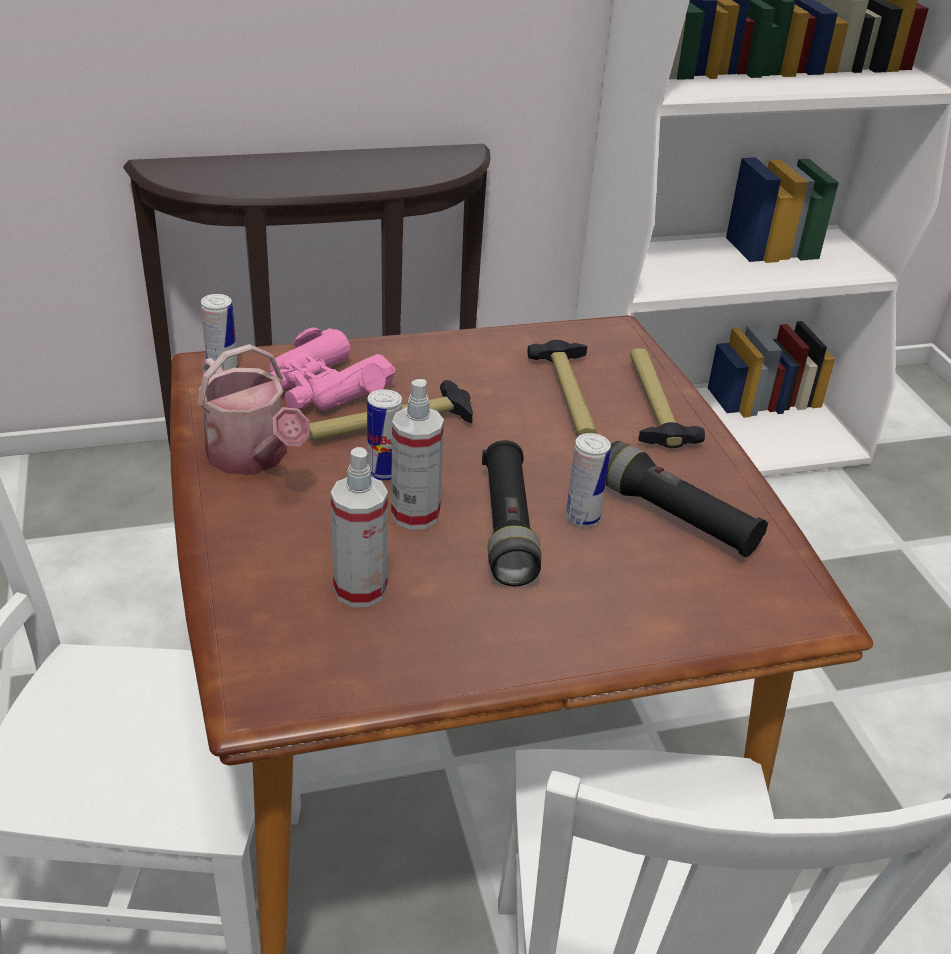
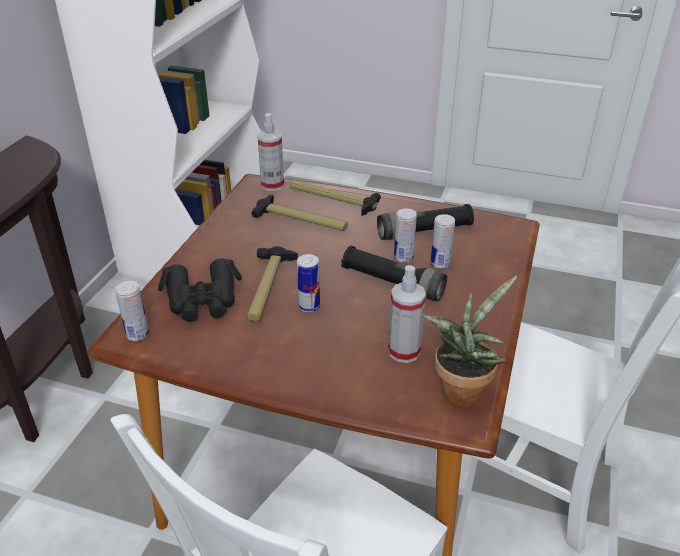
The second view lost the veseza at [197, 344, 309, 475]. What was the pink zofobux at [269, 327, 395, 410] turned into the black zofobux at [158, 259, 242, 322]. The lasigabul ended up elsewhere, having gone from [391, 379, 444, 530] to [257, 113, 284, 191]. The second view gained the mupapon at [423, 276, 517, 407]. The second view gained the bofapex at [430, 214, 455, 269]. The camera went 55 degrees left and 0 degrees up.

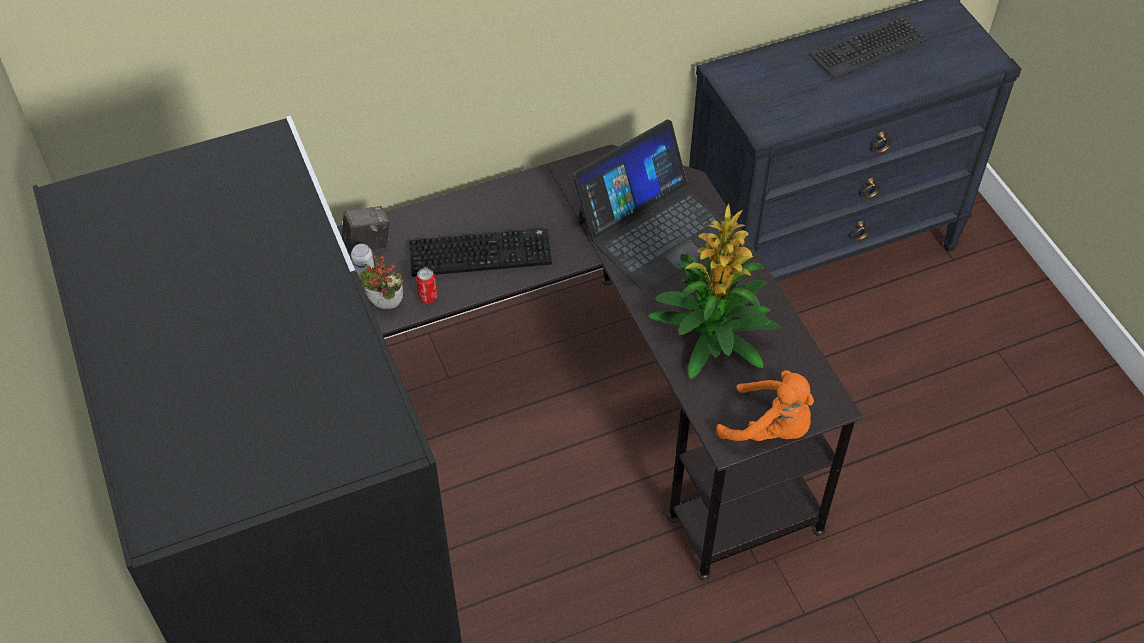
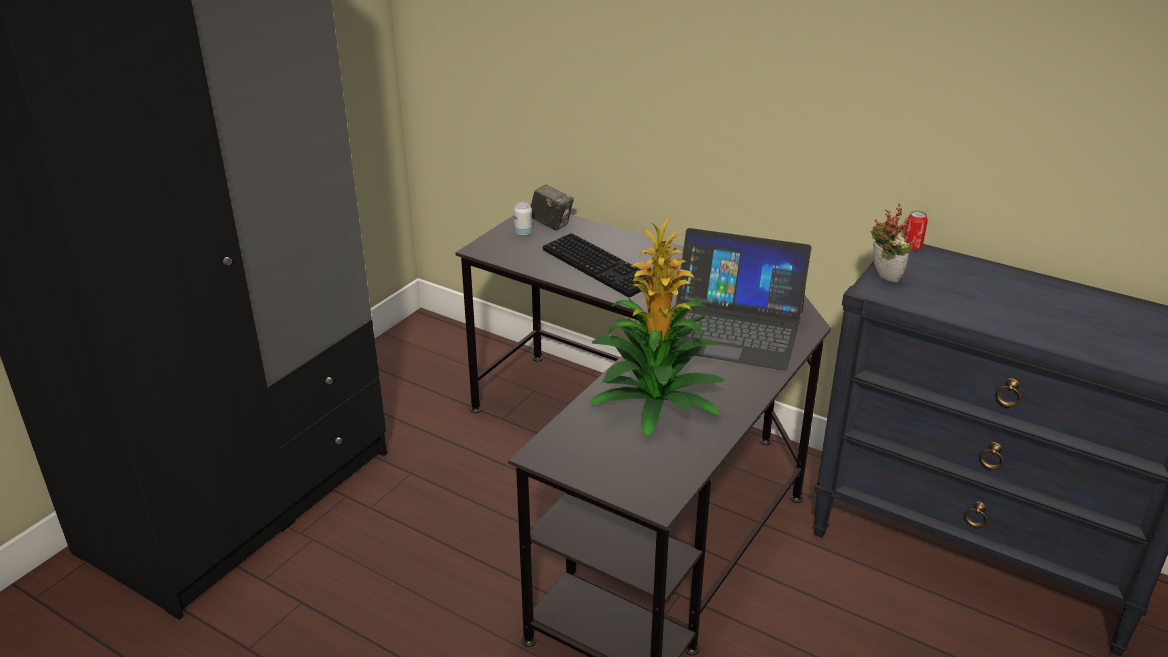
The mupapon ended up elsewhere, having gone from [358, 251, 403, 309] to [871, 203, 912, 282]. The bofapex ended up elsewhere, having gone from [416, 268, 438, 303] to [904, 211, 928, 250]. The second view lost the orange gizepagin at [716, 370, 814, 441]. The second view lost the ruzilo at [809, 15, 930, 79]. The camera went 55 degrees right and 20 degrees down.

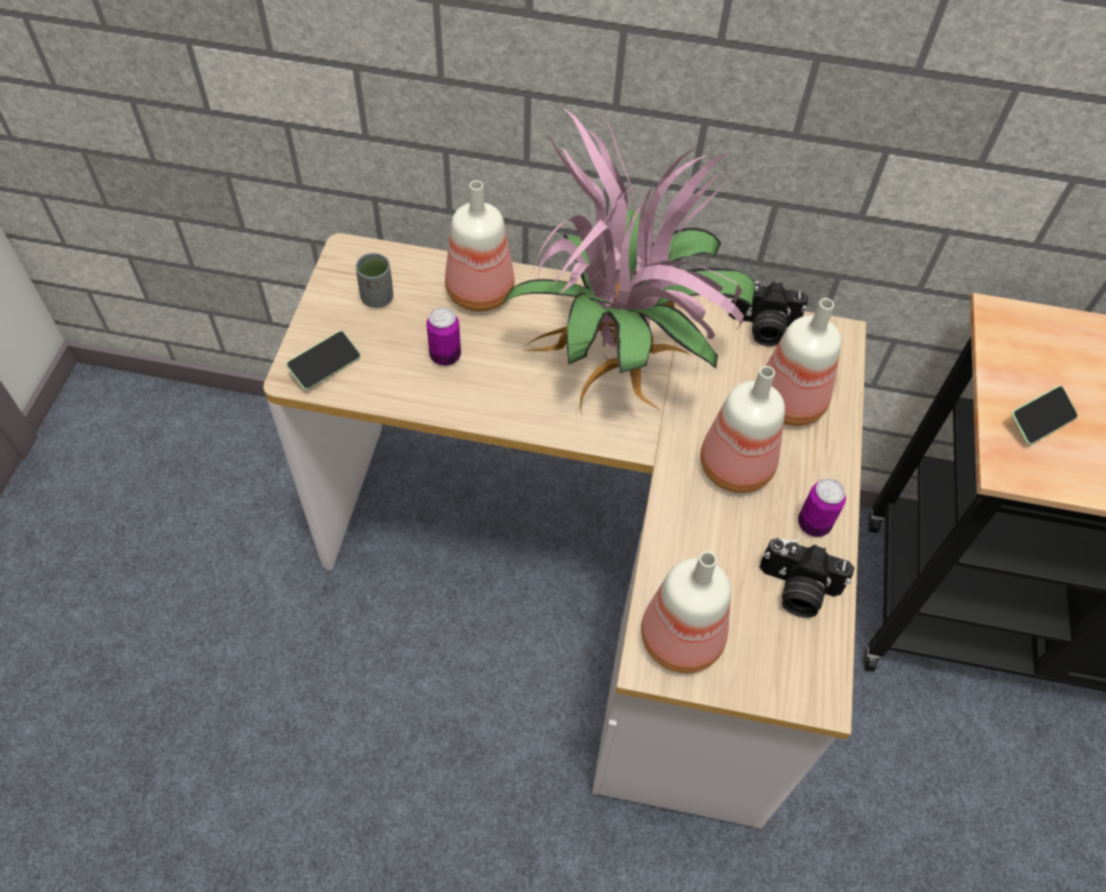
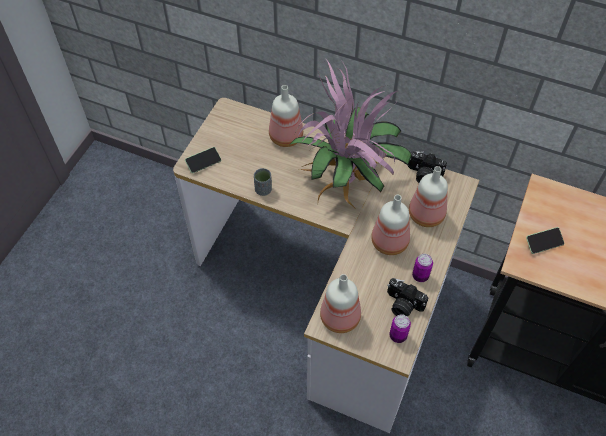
The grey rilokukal ended up elsewhere, having gone from [355, 253, 393, 308] to [254, 168, 272, 196]. The bofapex ended up elsewhere, having gone from [426, 307, 461, 366] to [390, 314, 411, 343]. The camera went 15 degrees right and 0 degrees up.

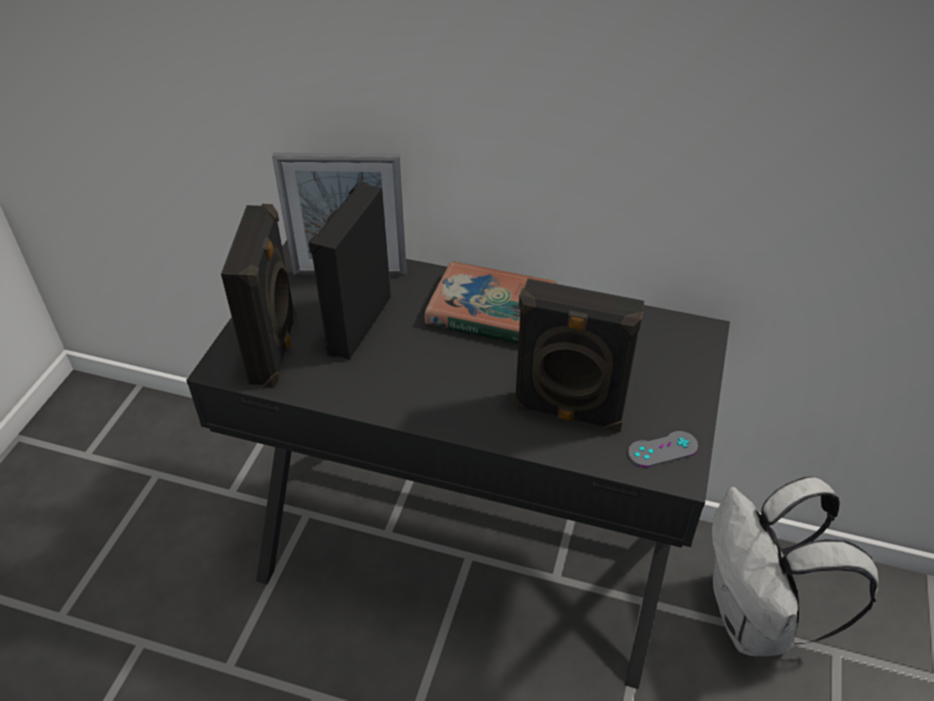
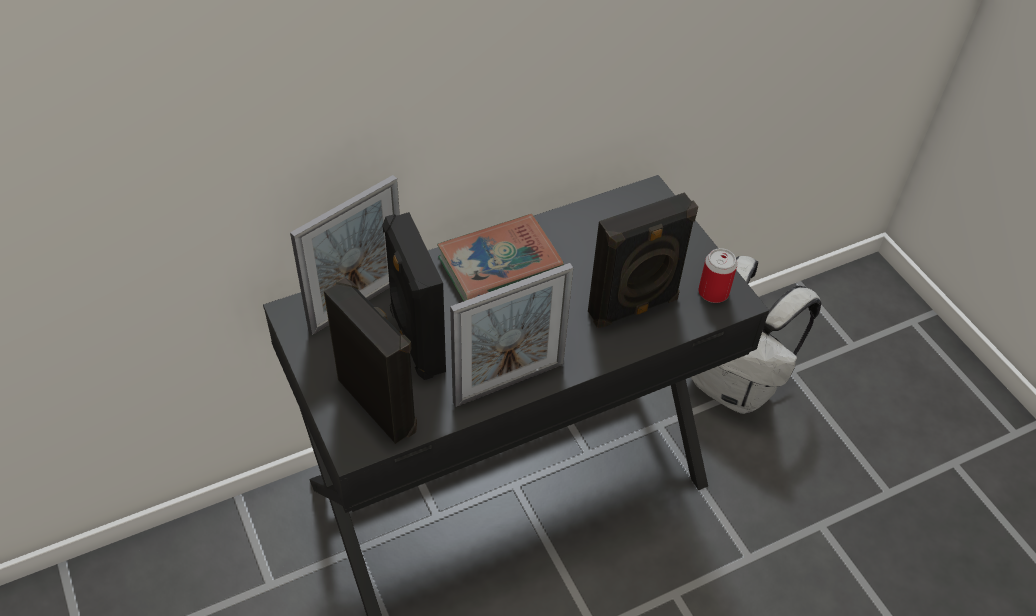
Where the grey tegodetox stood at [628, 431, 698, 467], the bofapex came to stand at [698, 248, 737, 303]. The second view gained the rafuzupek at [450, 263, 573, 407]. The camera went 45 degrees left and 5 degrees up.

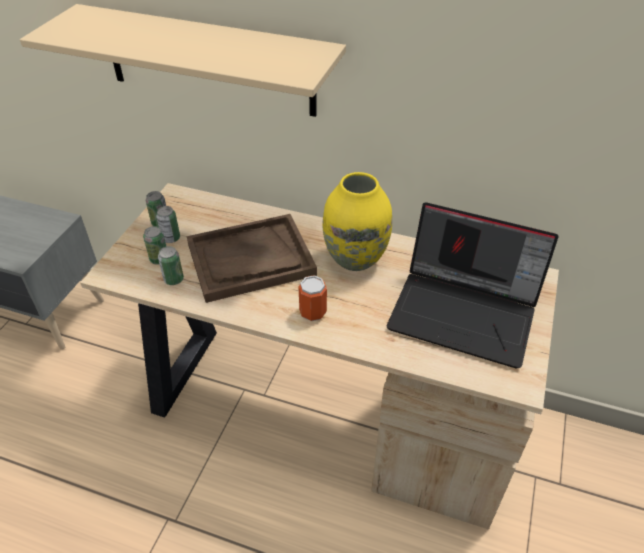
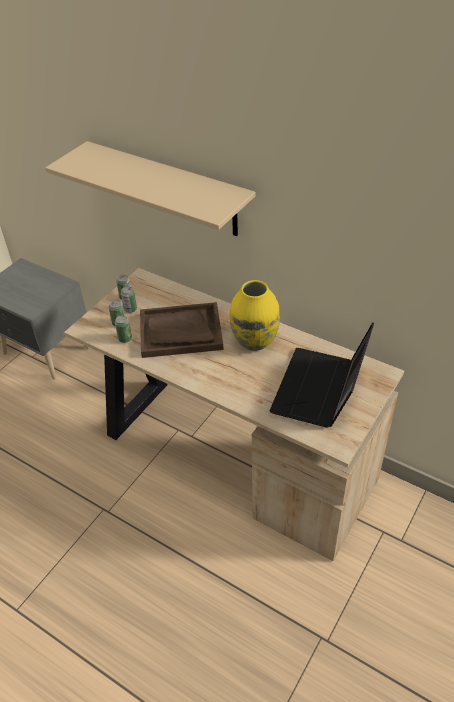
The second view lost the bofapex at [298, 275, 327, 321]. The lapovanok at [387, 202, 559, 369] ended up facing another way, 75 degrees clockwise from before. The camera went 15 degrees right and 0 degrees up.

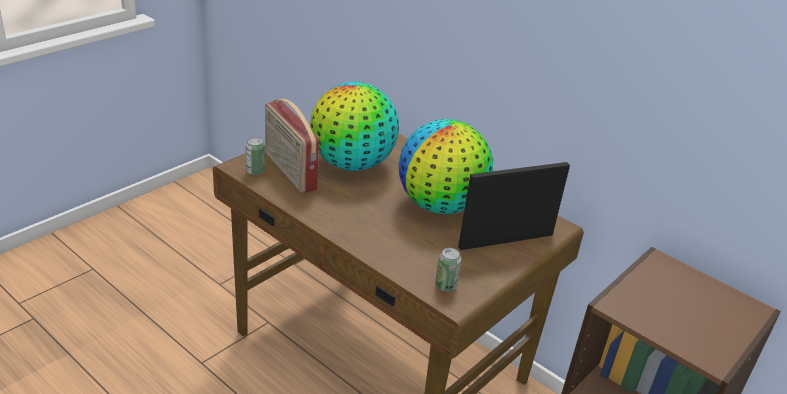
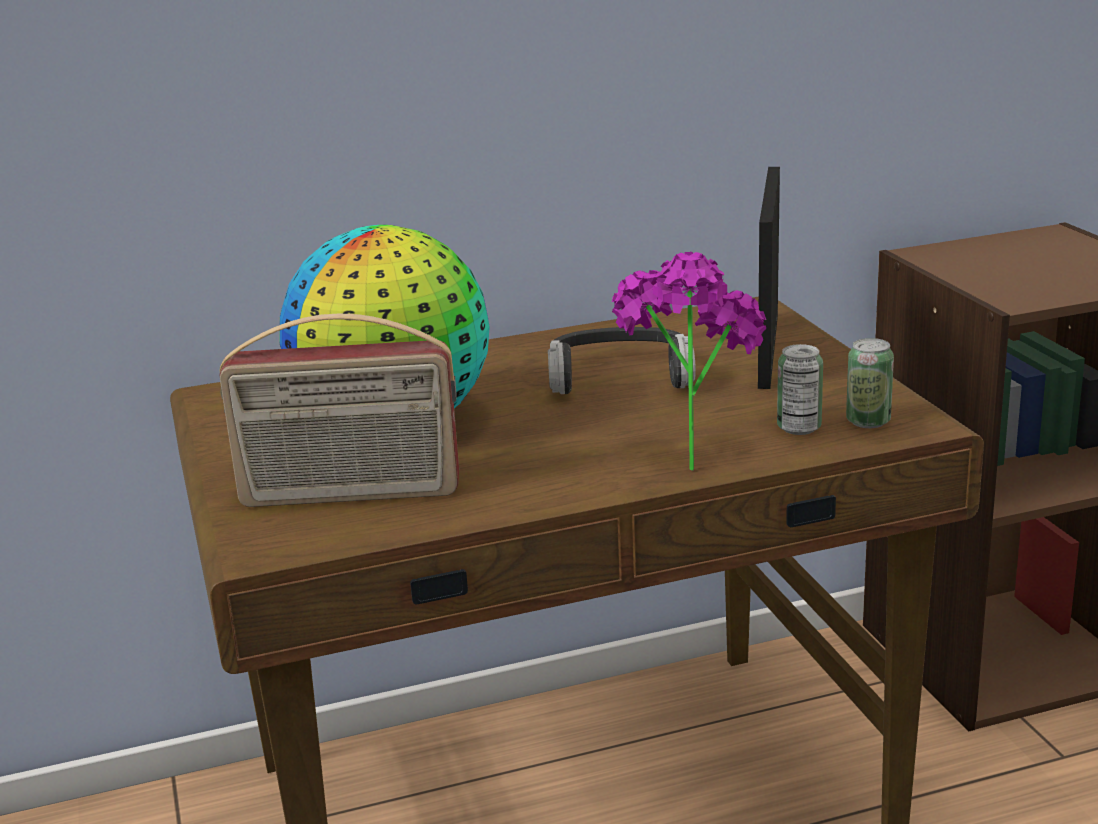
The bofapex ended up elsewhere, having gone from [245, 137, 265, 175] to [777, 344, 823, 435]. Where the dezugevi stood at [399, 119, 493, 214], the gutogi came to stand at [548, 327, 696, 394]. The second view gained the mupapon at [612, 252, 766, 471]. The camera went 55 degrees left and 10 degrees down.

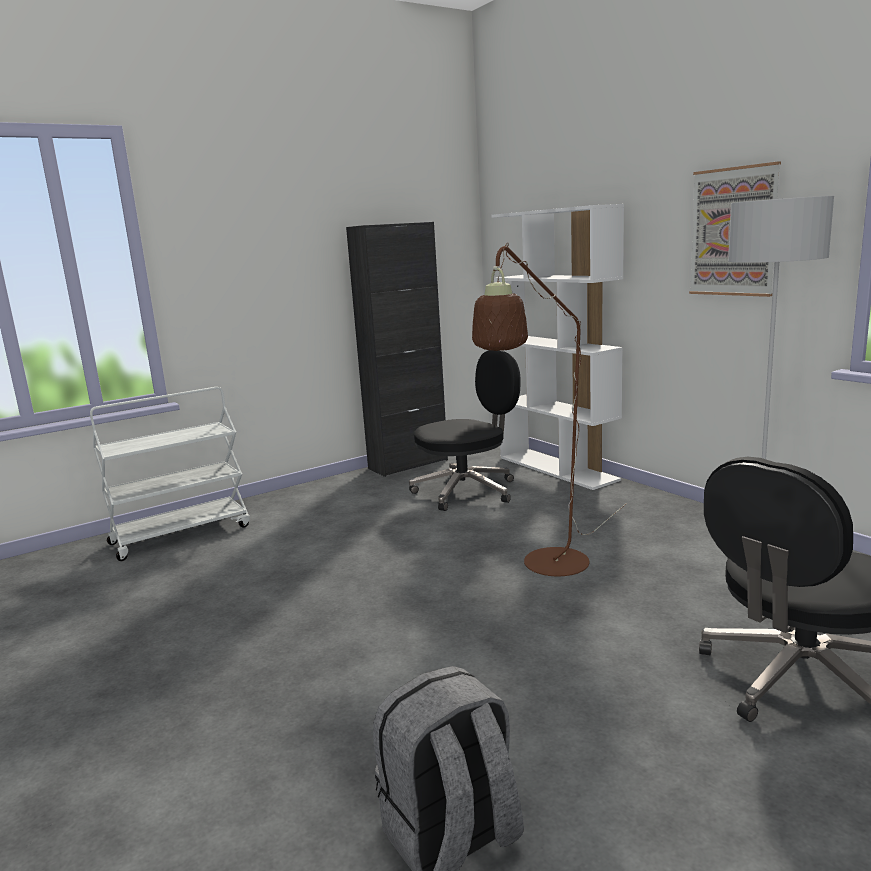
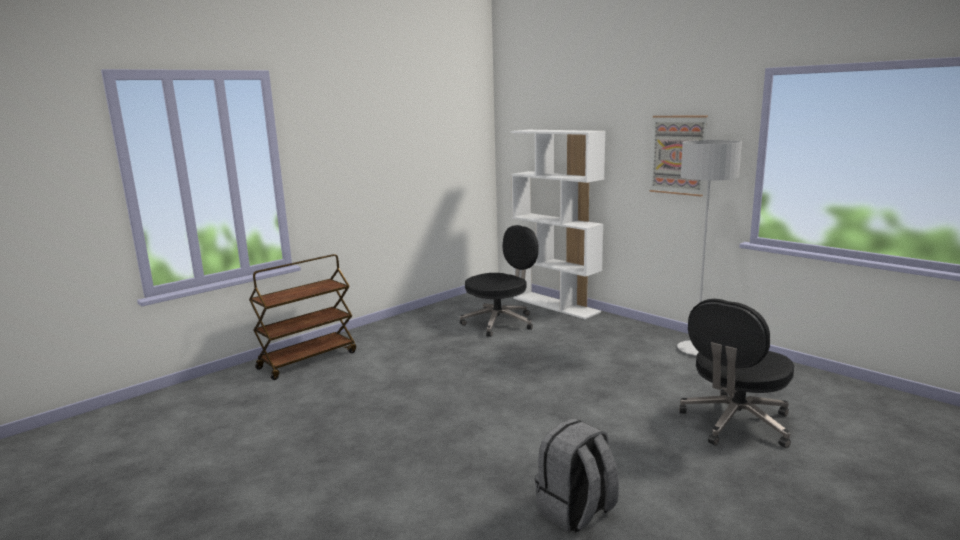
What was the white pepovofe at [90, 387, 250, 561] turned into the brown pepovofe at [249, 254, 356, 380]. The second view lost the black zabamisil at [346, 222, 448, 477]. The second view lost the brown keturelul at [472, 243, 627, 576]. The camera went 10 degrees left and 0 degrees up.

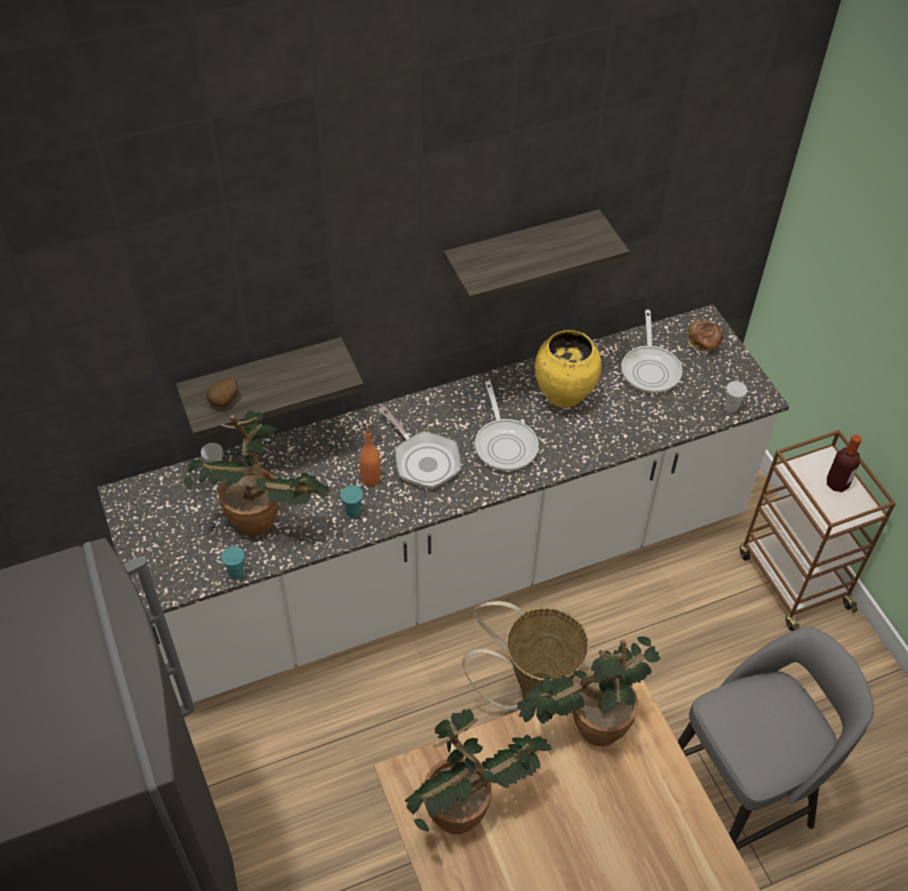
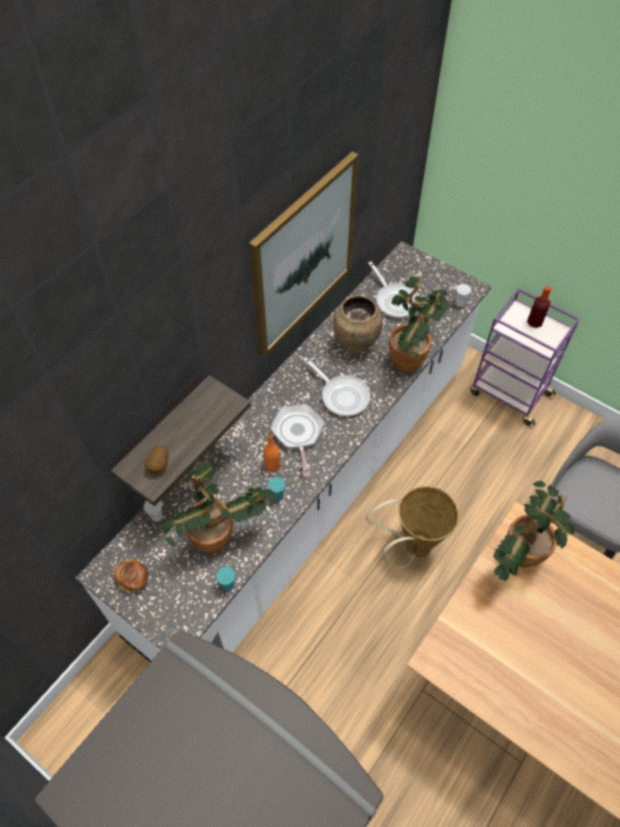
The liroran at [378, 406, 461, 489] ended up facing another way, 120 degrees counterclockwise from before. The mupapon ended up elsewhere, having gone from [405, 709, 551, 834] to [389, 275, 450, 373]. Where the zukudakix hung at [444, 209, 629, 303], the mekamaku came to hang at [249, 152, 359, 357]. What was the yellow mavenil at [535, 330, 601, 408] turned into the brown mavenil at [333, 295, 383, 353]. The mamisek ended up elsewhere, having gone from [688, 320, 723, 352] to [114, 559, 149, 591]. What was the brown pepovofe at [740, 430, 896, 631] turned into the purple pepovofe at [470, 288, 580, 426]. The camera went 30 degrees left and 5 degrees up.

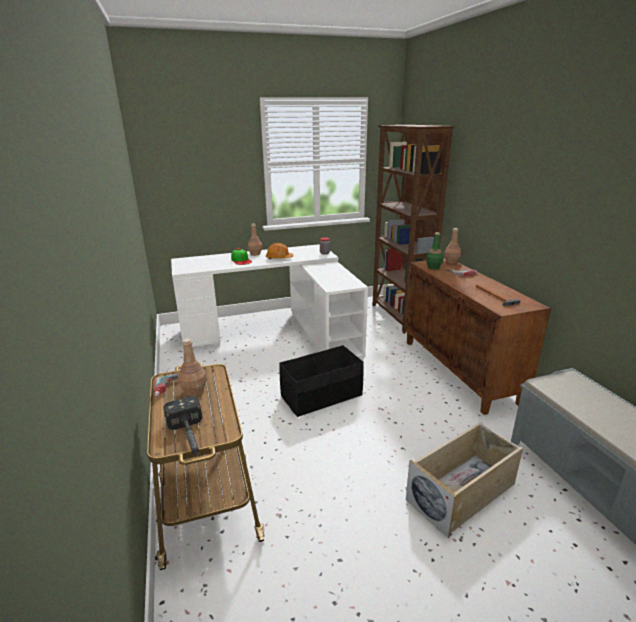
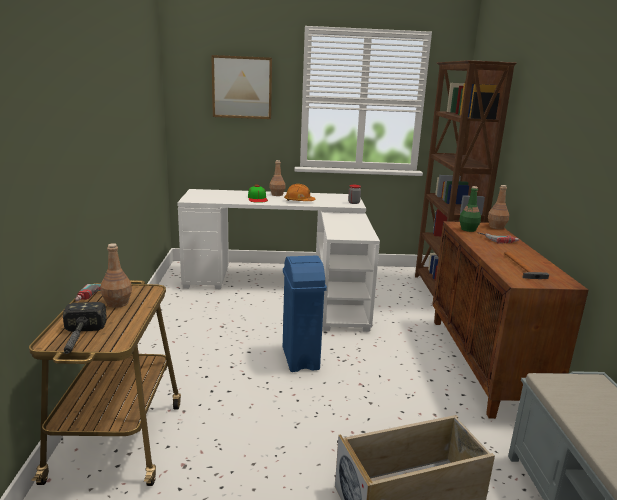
Where the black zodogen stood at [279, 345, 364, 417], the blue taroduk came to stand at [283, 256, 327, 372]. The second view gained the mekamaku at [211, 55, 272, 119]. The camera went 15 degrees right and 5 degrees down.

